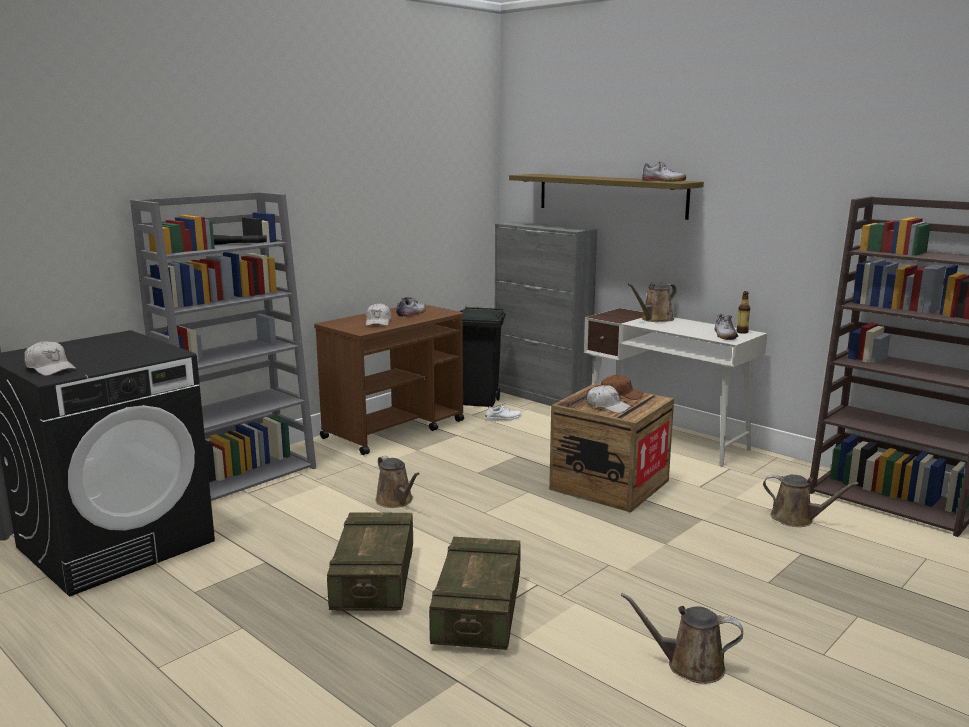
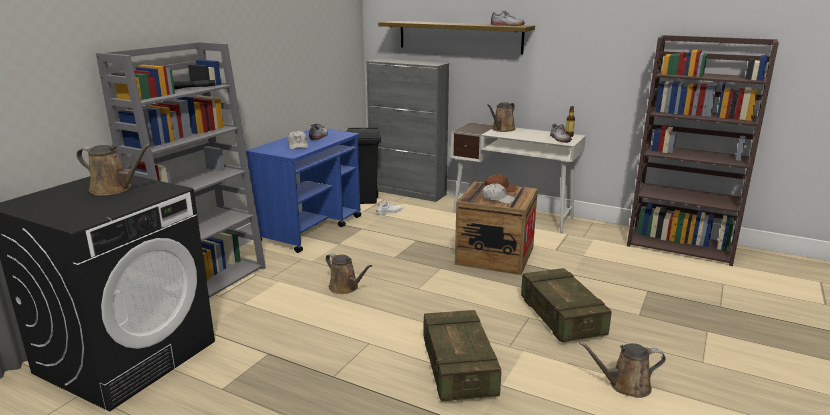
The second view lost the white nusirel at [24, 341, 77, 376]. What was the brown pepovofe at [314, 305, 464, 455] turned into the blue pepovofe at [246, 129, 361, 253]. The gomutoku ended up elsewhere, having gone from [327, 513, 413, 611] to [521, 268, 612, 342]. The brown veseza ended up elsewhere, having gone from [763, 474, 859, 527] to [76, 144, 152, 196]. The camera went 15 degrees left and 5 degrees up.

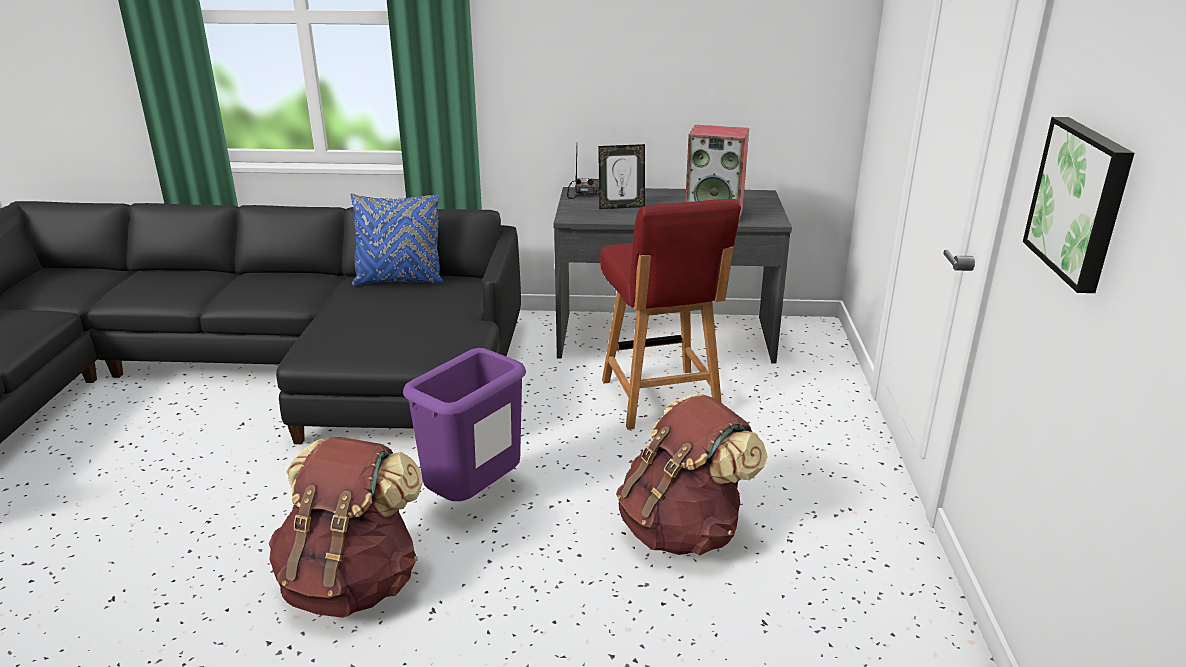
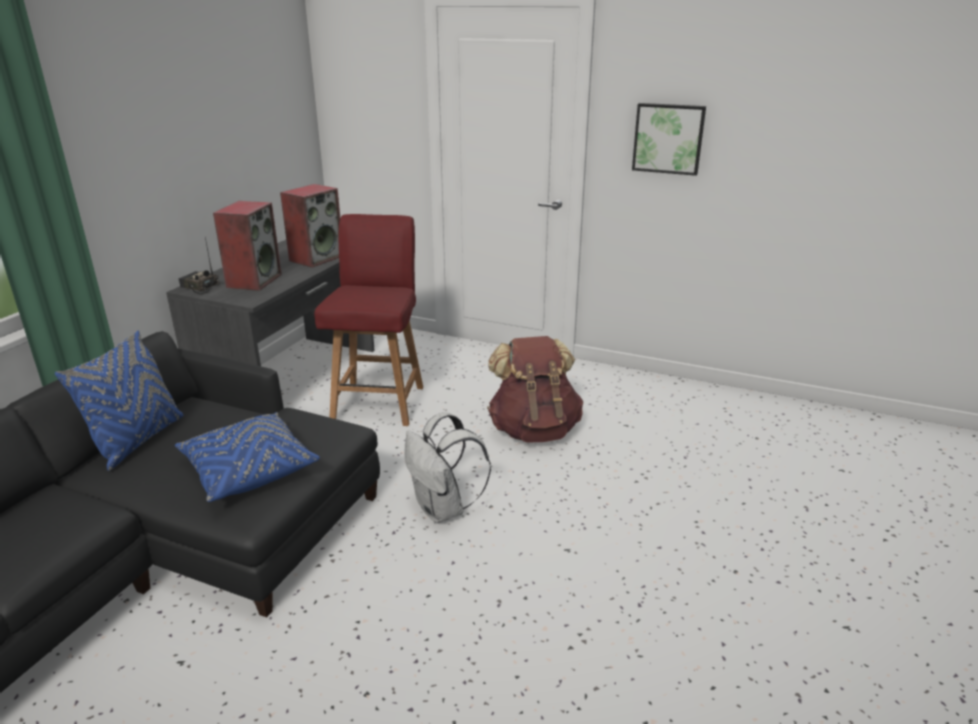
The second view lost the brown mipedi at [269, 437, 423, 618]. Where the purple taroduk stood at [403, 348, 526, 501], the white mipedi came to stand at [405, 412, 491, 523]. Where the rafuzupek stood at [598, 144, 645, 209], the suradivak came to stand at [213, 201, 282, 291]. The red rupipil at [600, 199, 741, 430] ended up facing another way, 90 degrees counterclockwise from before. The second view gained the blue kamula at [175, 412, 320, 502]. The camera went 70 degrees left and 0 degrees up.

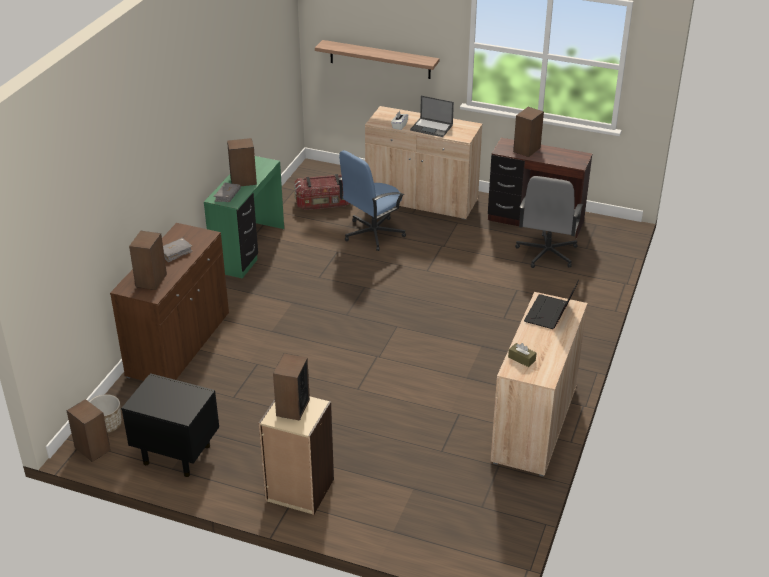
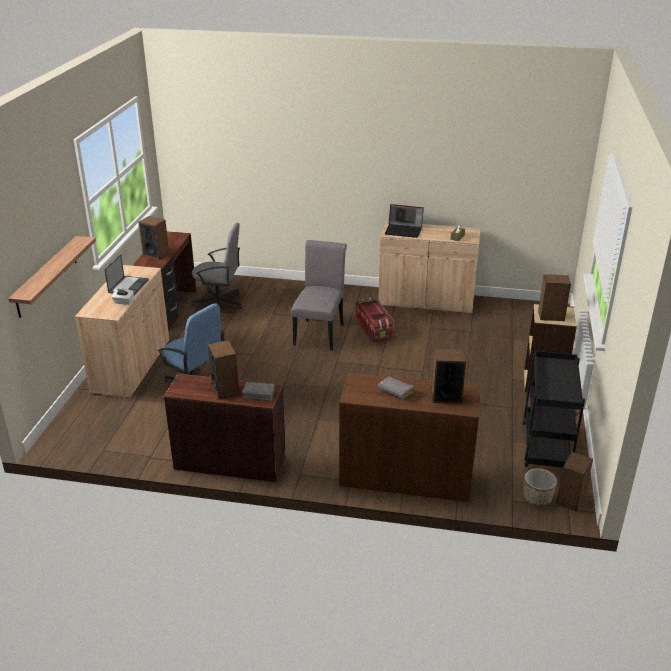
Where the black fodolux stood at [121, 373, 219, 477], the black pepovofe came to stand at [523, 351, 585, 468]. What was the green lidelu at [204, 156, 284, 279] turned into the brown lidelu at [164, 374, 285, 482]. The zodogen ended up elsewhere, having gone from [294, 174, 350, 210] to [356, 298, 395, 343]. The second view gained the grey rupipil at [291, 240, 347, 351]. The camera went 100 degrees left and 5 degrees down.

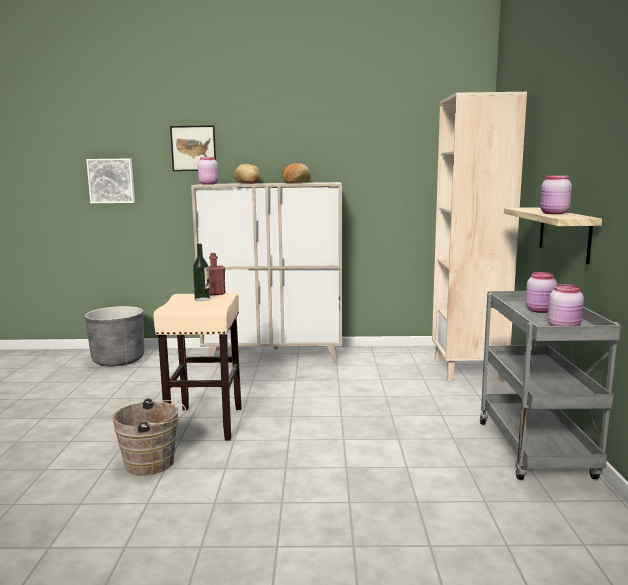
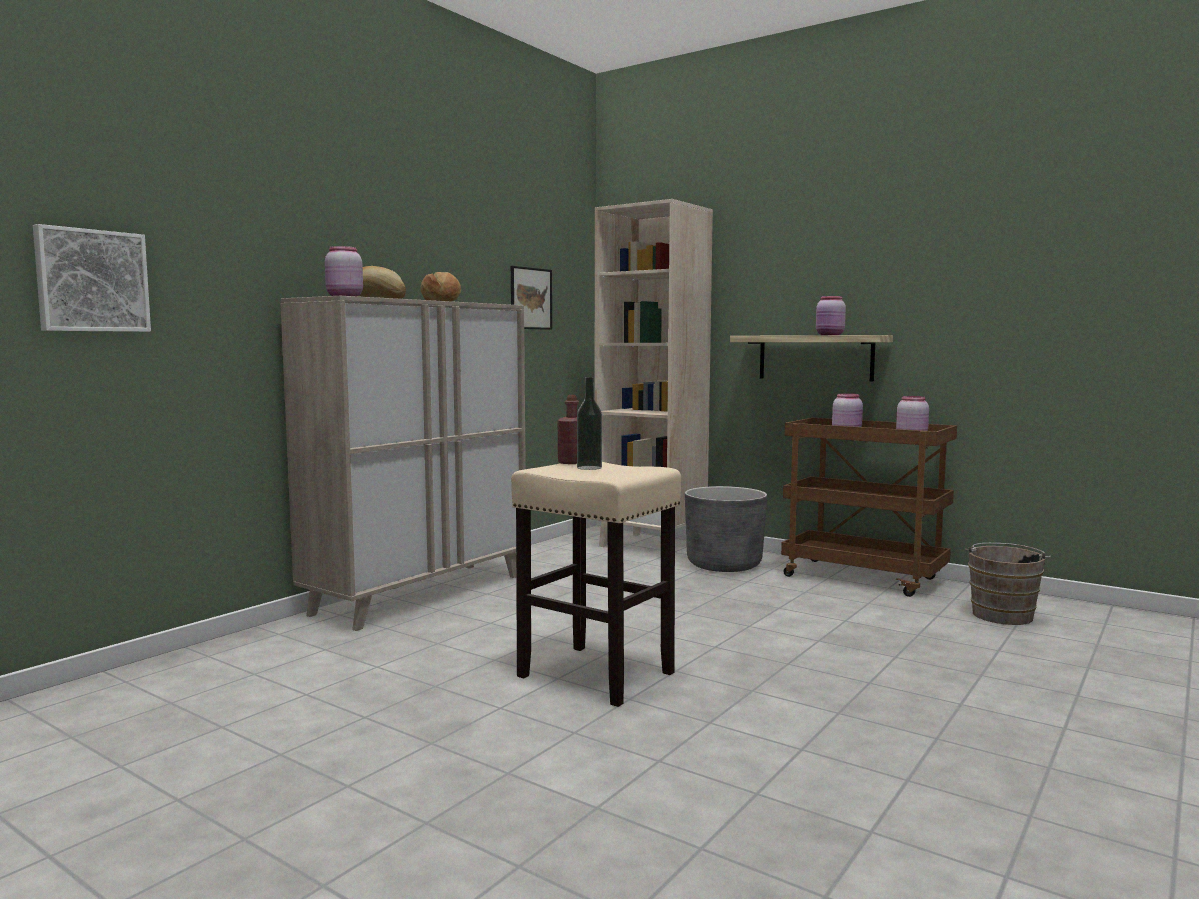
The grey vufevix ended up elsewhere, having gone from [85, 306, 144, 366] to [685, 486, 767, 572]. The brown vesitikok ended up elsewhere, having gone from [112, 398, 186, 476] to [965, 543, 1051, 625]. The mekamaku ended up elsewhere, having gone from [170, 125, 216, 171] to [511, 266, 552, 330]. What was the grey pepovofe at [480, 291, 621, 480] turned into the brown pepovofe at [781, 418, 957, 597]. The camera went 55 degrees left and 5 degrees down.

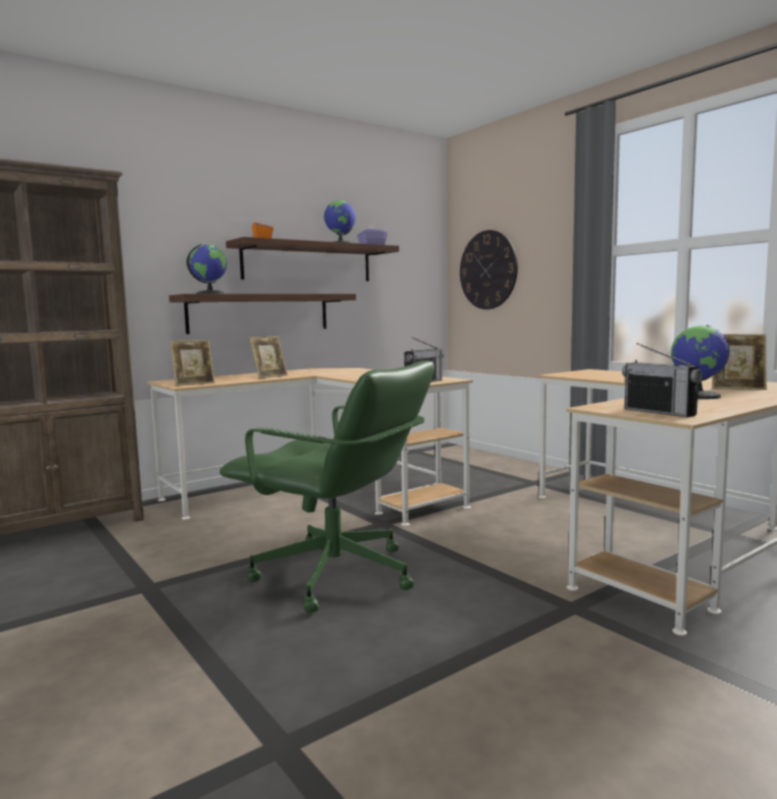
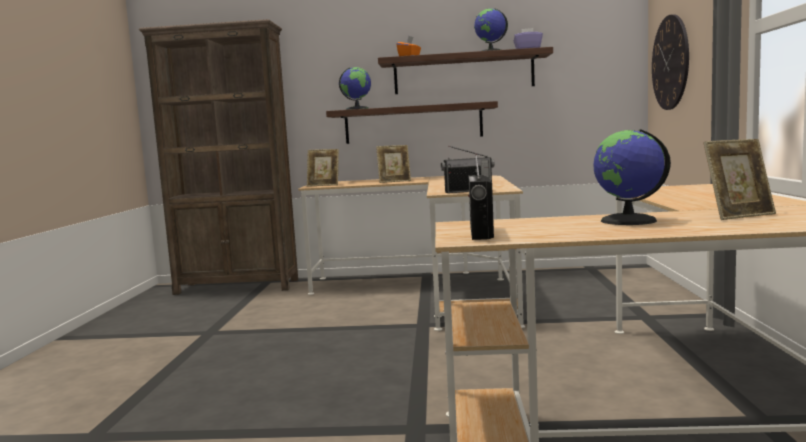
The second view lost the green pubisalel at [220, 361, 434, 613]. The rafuzupek at [712, 334, 767, 390] ended up facing another way, 75 degrees counterclockwise from before. The camera went 40 degrees right and 0 degrees up.

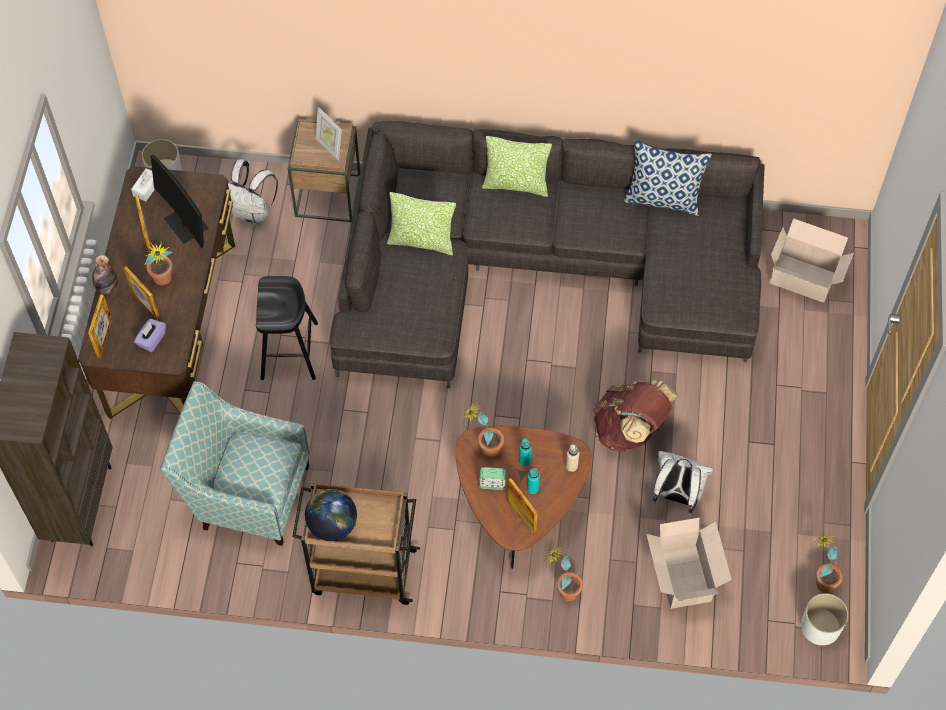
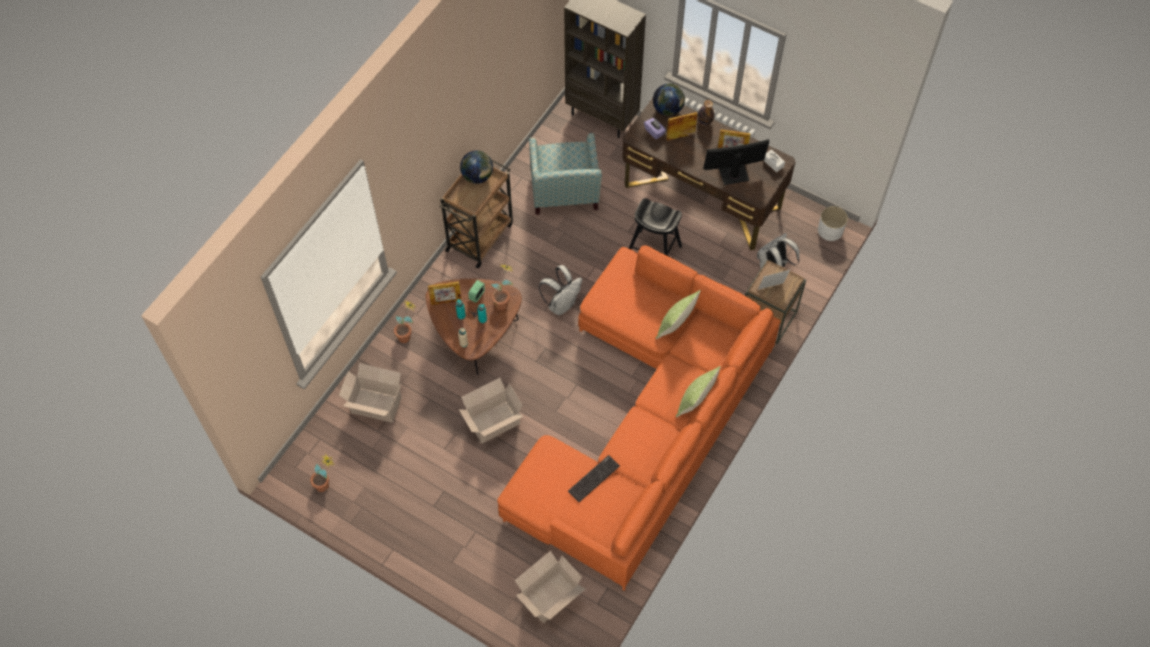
Where the rafuzupek stood at [88, 294, 112, 358], the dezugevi came to stand at [653, 83, 685, 116]. The second view lost the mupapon at [144, 242, 173, 285]. The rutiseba at [160, 381, 310, 546] ended up facing another way, 135 degrees clockwise from before. What was the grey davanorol at [330, 121, 765, 388] turned into the orange davanorol at [497, 245, 781, 591]. Where the brown mipedi stood at [593, 380, 678, 452], the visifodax came to stand at [459, 378, 524, 443]. The second view lost the kamula at [624, 140, 712, 216]. The white mipedi ended up elsewhere, having gone from [653, 451, 713, 513] to [539, 265, 582, 315]. The second view lost the white vufevix at [801, 593, 848, 645]. The second view gained the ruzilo at [568, 455, 620, 502]. The camera went 115 degrees right and 0 degrees up.

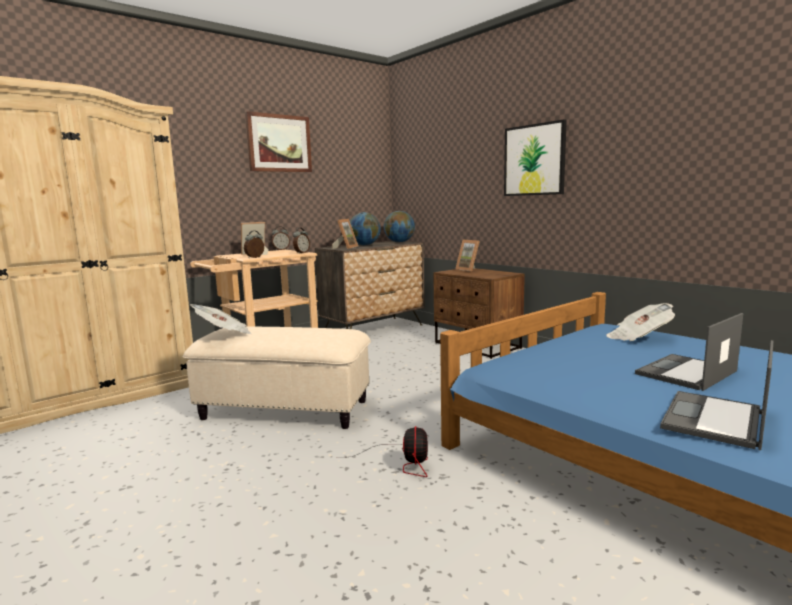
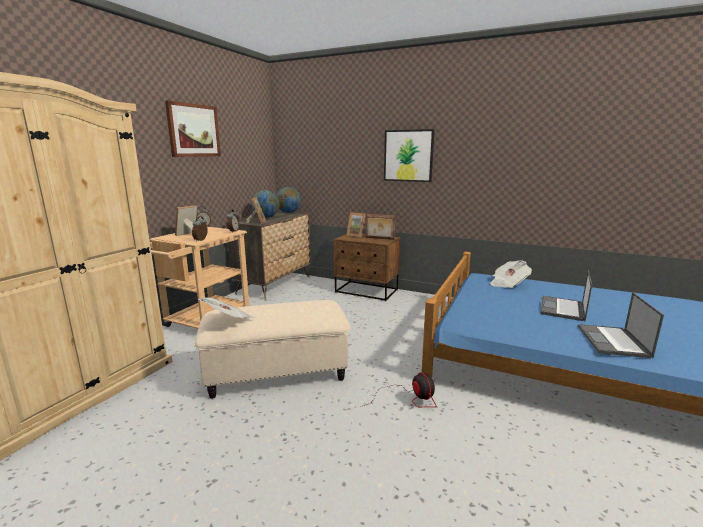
The second view gained the rafuzupek at [365, 214, 395, 240]. The camera went 25 degrees left and 5 degrees up.

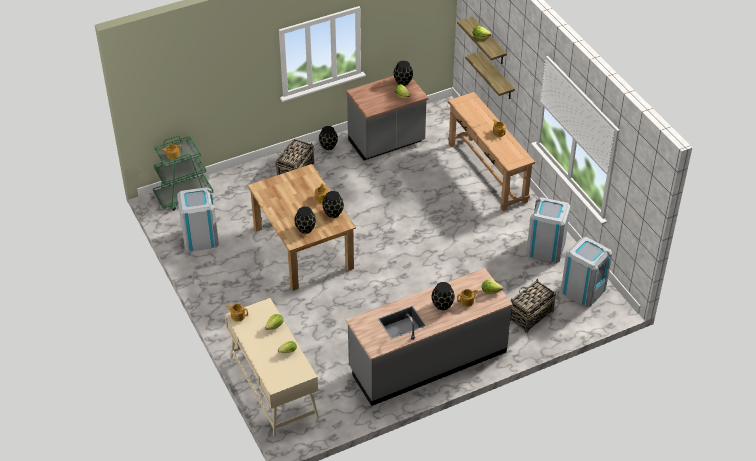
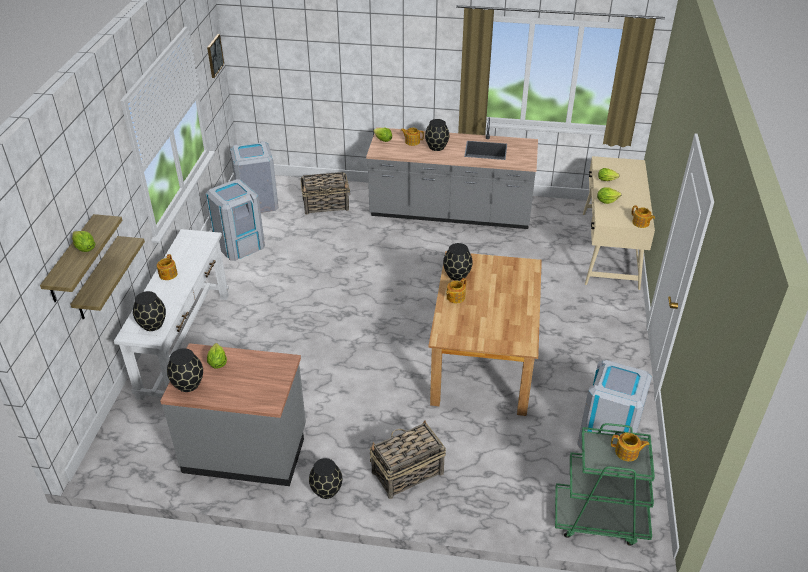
The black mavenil ended up elsewhere, having gone from [294, 207, 316, 234] to [133, 291, 166, 331]. What was the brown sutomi at [448, 92, 535, 211] turned into the white sutomi at [114, 229, 229, 400]. The second view gained the mekamaku at [207, 34, 224, 78]. The camera went 145 degrees left and 5 degrees down.

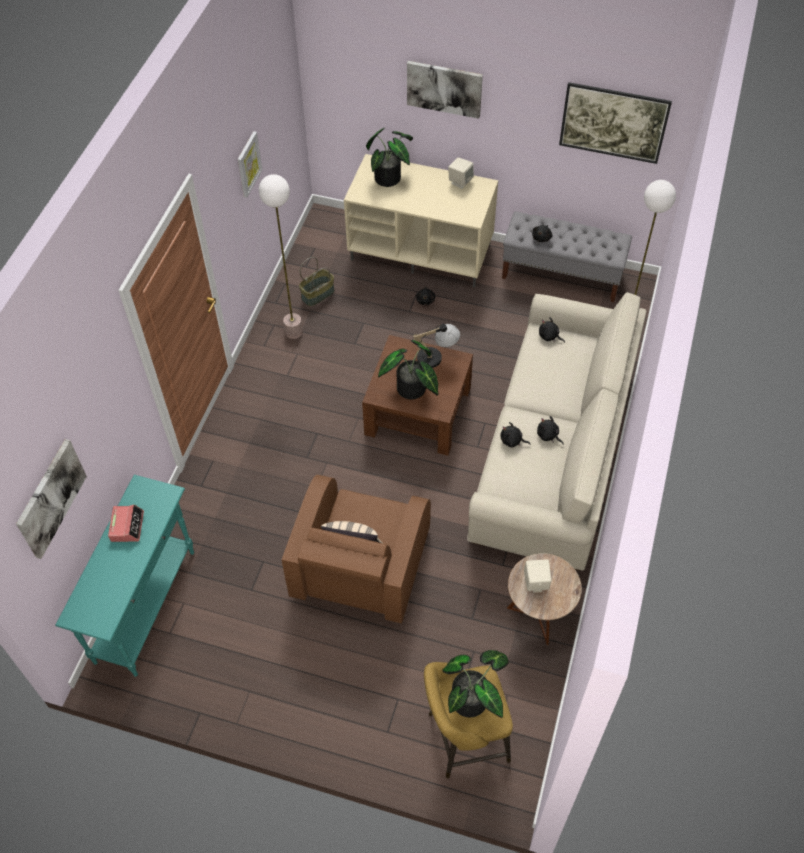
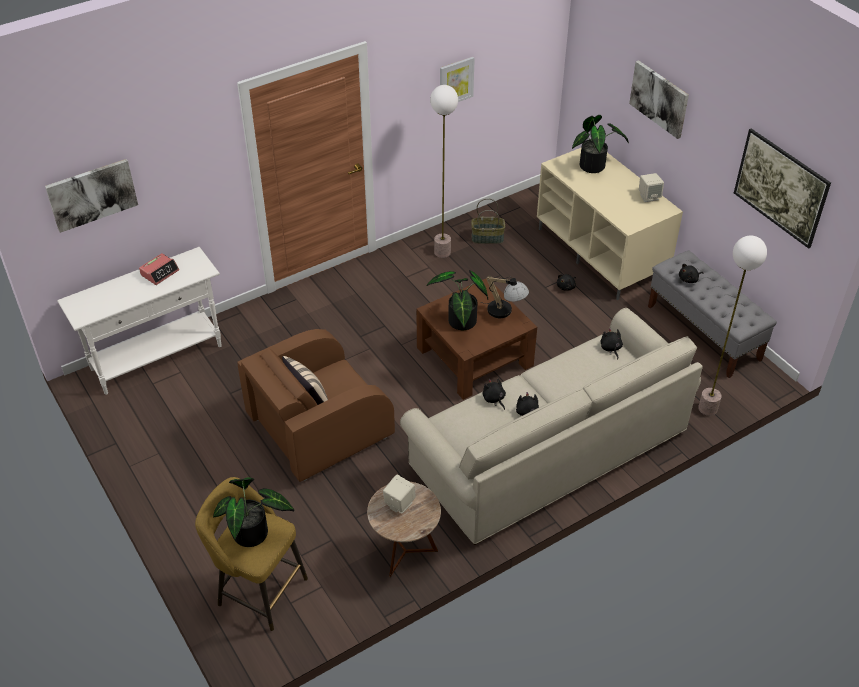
What was the turquoise sutomi at [55, 475, 194, 677] turned into the white sutomi at [57, 247, 222, 395]. The camera went 40 degrees right and 10 degrees down.

